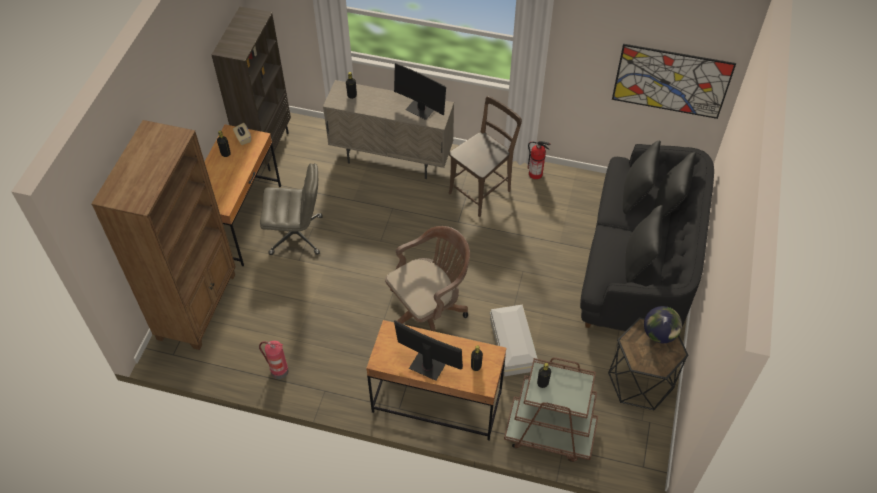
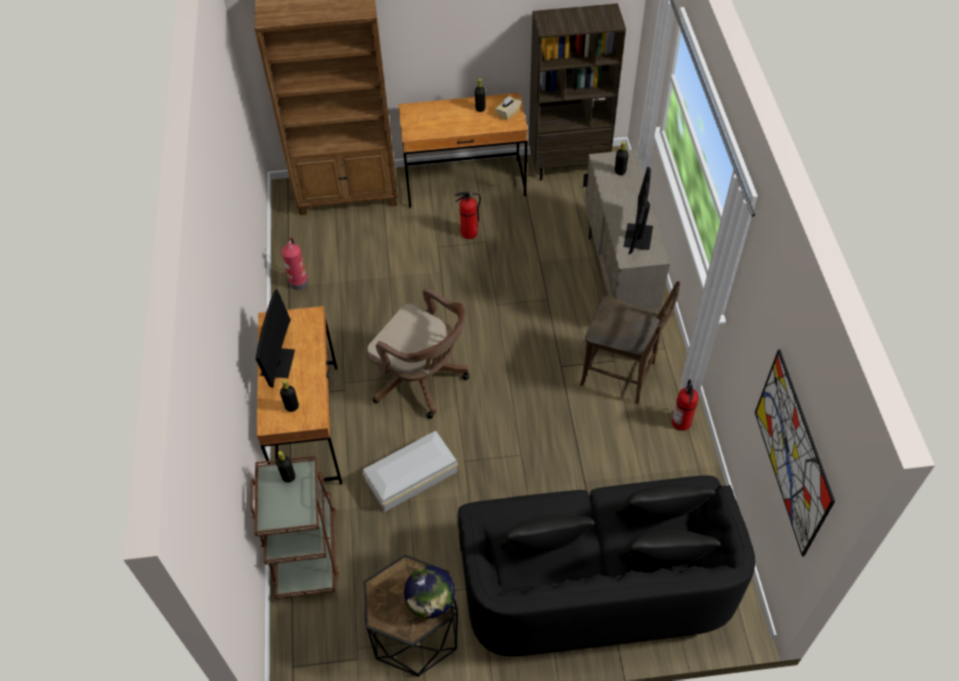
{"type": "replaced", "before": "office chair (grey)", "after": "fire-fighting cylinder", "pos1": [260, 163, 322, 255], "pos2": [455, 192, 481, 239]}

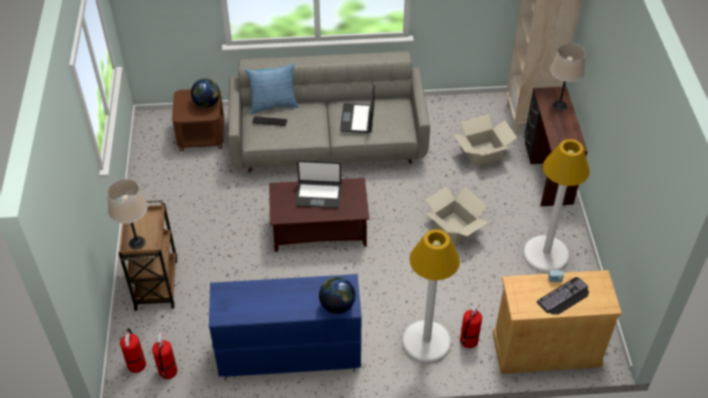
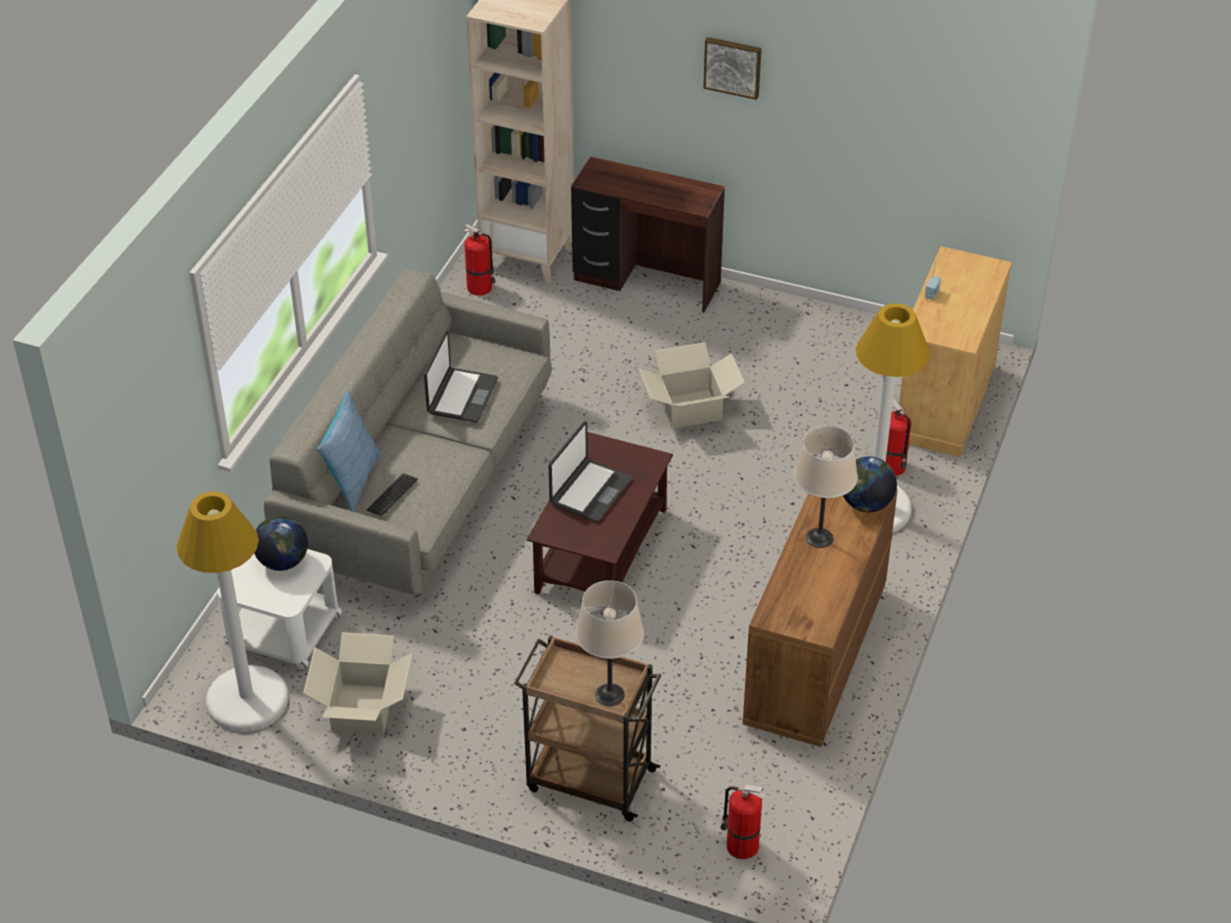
{"type": "moved", "before": "standard lamp (whitish)", "pos1": [523, 139, 590, 273], "pos2": [177, 491, 289, 732]}
{"type": "recoloured", "before": "end table (brown)", "after": "end table (whitish)", "pos1": [172, 89, 224, 151], "pos2": [218, 549, 342, 670]}
{"type": "moved", "before": "packing box", "pos1": [454, 114, 517, 167], "pos2": [303, 632, 412, 734]}
{"type": "turned", "before": "laptop", "pos1": [340, 84, 375, 133], "pos2": [424, 330, 498, 422], "turn": -105}
{"type": "moved", "before": "fire-fighting cylinder", "pos1": [152, 333, 177, 379], "pos2": [463, 224, 496, 296]}
{"type": "added", "after": "wall picture", "pos2": [703, 37, 761, 100]}
{"type": "recoloured", "before": "drawer chest (blue)", "after": "drawer chest (brown)", "pos1": [209, 274, 362, 377], "pos2": [742, 489, 898, 747]}
{"type": "moved", "before": "table lamp (sand-coloured)", "pos1": [550, 43, 585, 111], "pos2": [794, 426, 858, 548]}
{"type": "removed", "before": "keyboard", "pos1": [537, 277, 589, 315]}

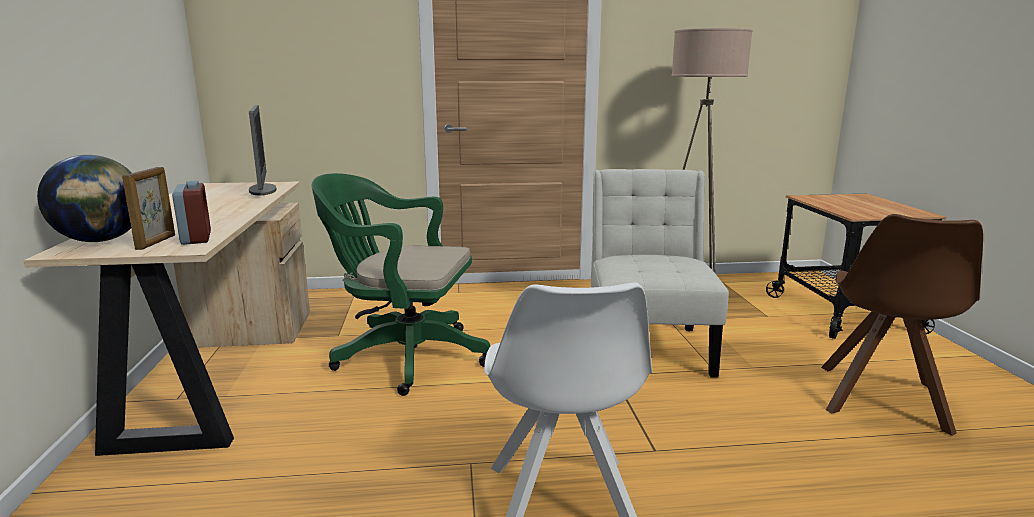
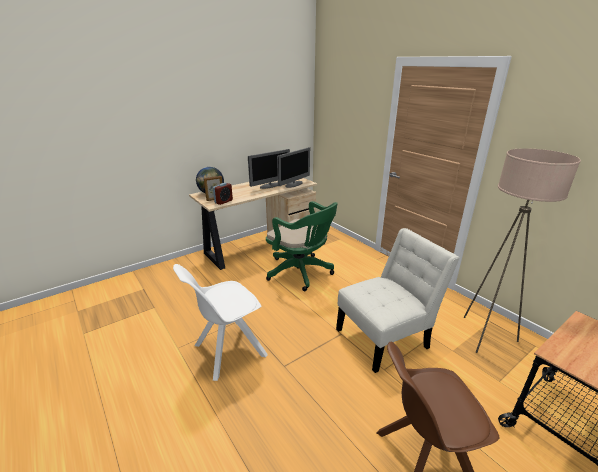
{"type": "added", "after": "computer display", "pos2": [248, 149, 290, 189]}
{"type": "turned", "before": "office chair (green)", "pos1": [311, 173, 490, 396], "pos2": [266, 201, 338, 291], "turn": 150}

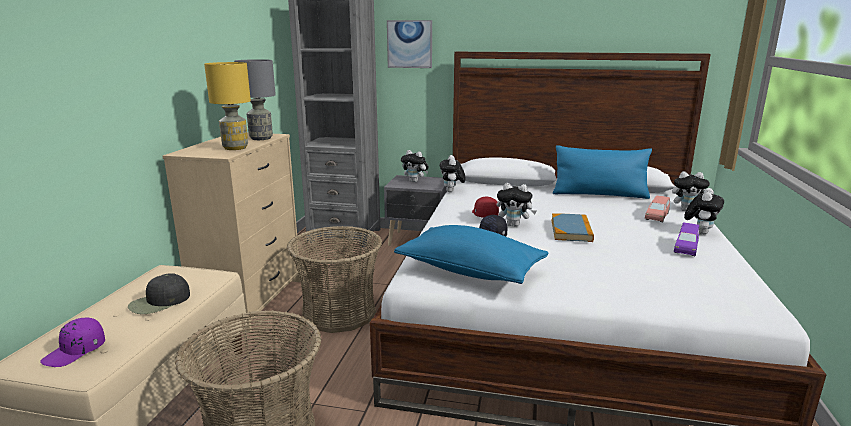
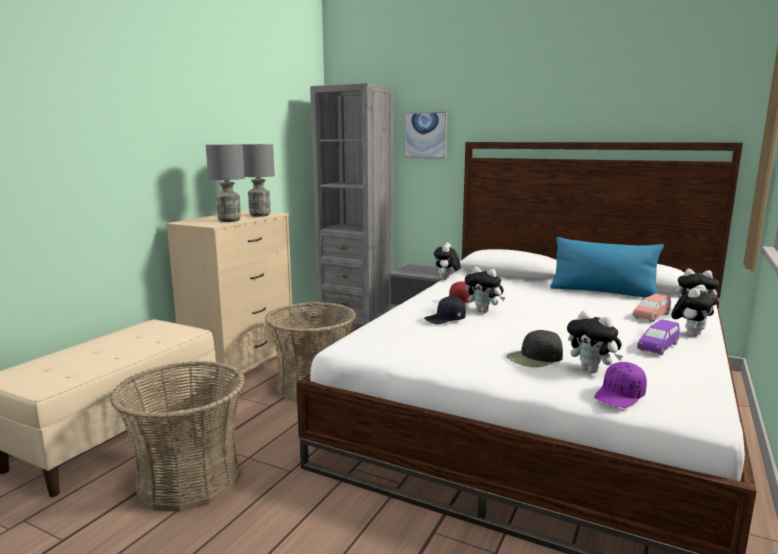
{"type": "recoloured", "before": "table lamp (yellow)", "after": "table lamp (grey)", "pos1": [204, 62, 251, 150], "pos2": [206, 144, 245, 222]}
{"type": "moved", "before": "baseball cap (blackish)", "pos1": [128, 273, 190, 314], "pos2": [506, 330, 563, 367]}
{"type": "moved", "before": "soft toy", "pos1": [401, 150, 429, 182], "pos2": [567, 311, 623, 373]}
{"type": "moved", "before": "baseball cap (purple-coloured)", "pos1": [40, 318, 105, 367], "pos2": [594, 362, 647, 408]}
{"type": "removed", "before": "pillow (blue)", "pos1": [394, 225, 549, 284]}
{"type": "removed", "before": "book", "pos1": [551, 213, 594, 242]}

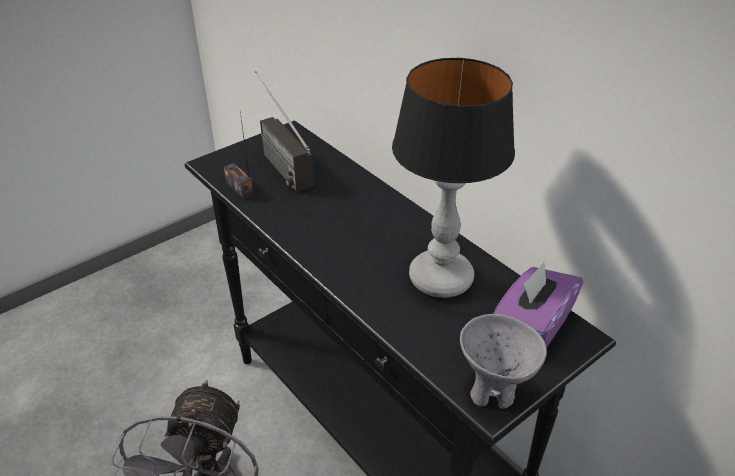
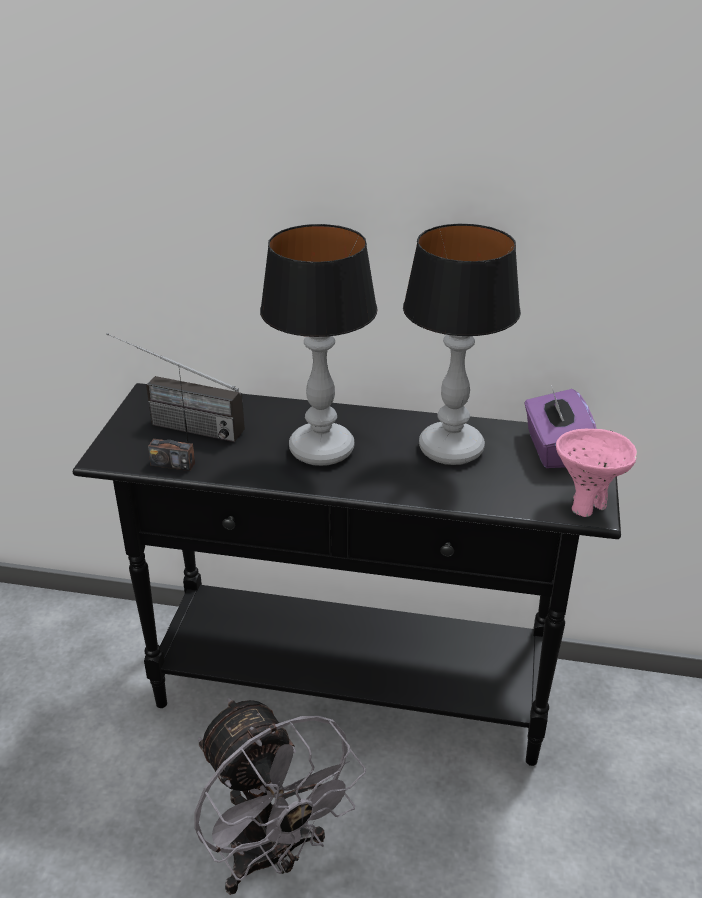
{"type": "added", "after": "table lamp", "pos2": [260, 224, 378, 466]}
{"type": "recoloured", "before": "deep dish (grey)", "after": "deep dish (pink-coloured)", "pos1": [460, 314, 547, 409], "pos2": [556, 429, 637, 517]}

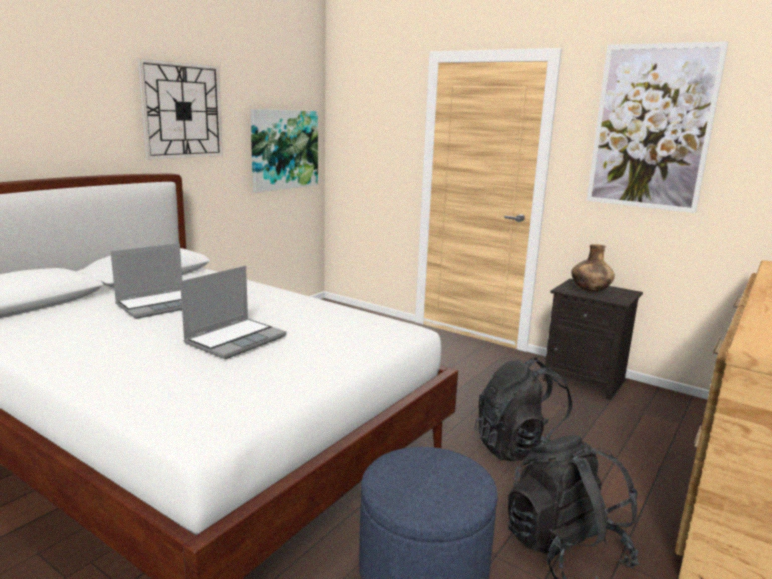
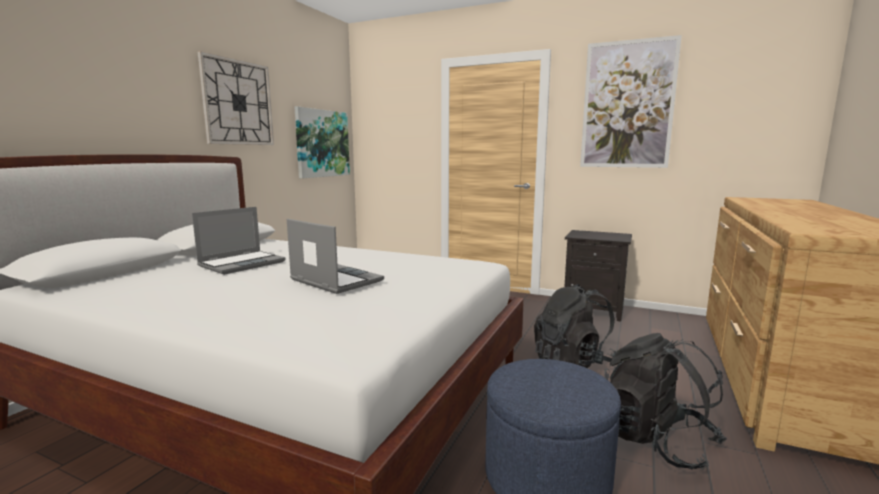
{"type": "turned", "before": "laptop", "pos1": [180, 266, 286, 359], "pos2": [287, 219, 384, 294], "turn": -75}
{"type": "removed", "before": "decorative vase (brown)", "pos1": [572, 244, 615, 292]}

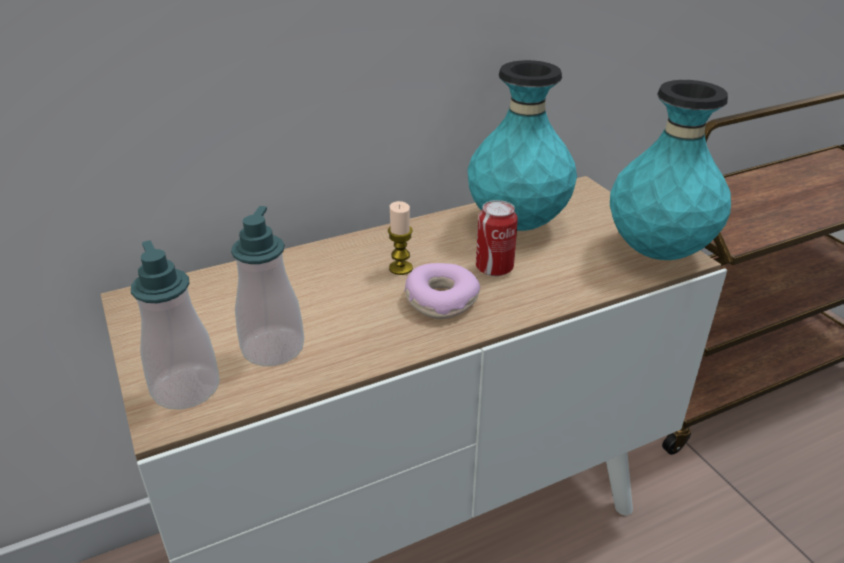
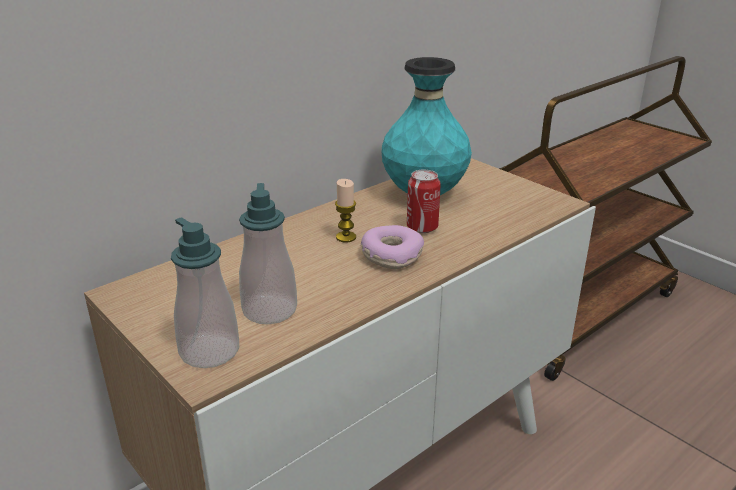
{"type": "removed", "before": "decorative vase (blue-green)", "pos1": [610, 80, 731, 260]}

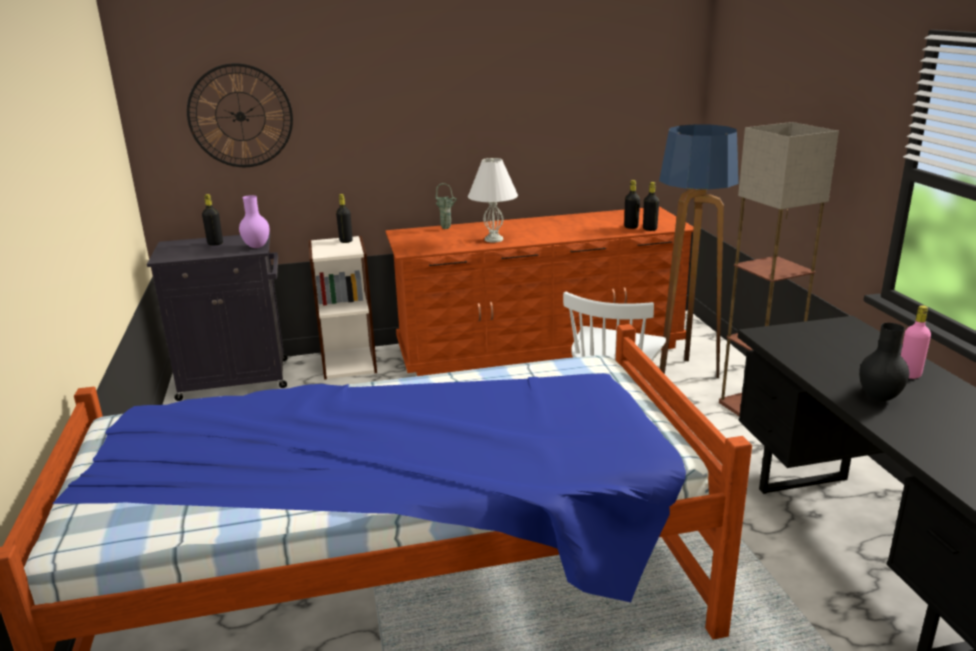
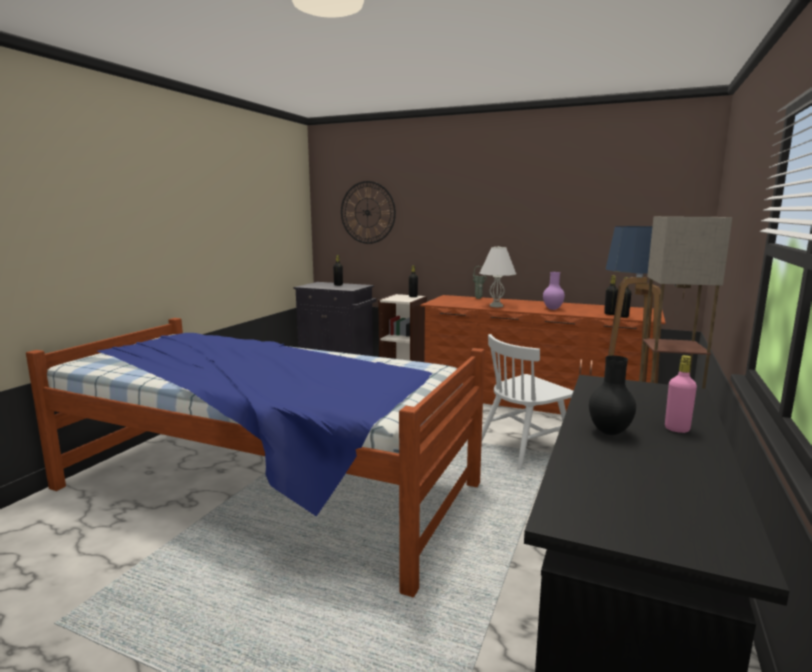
{"type": "moved", "before": "decorative vase (purple-coloured)", "pos1": [239, 195, 269, 248], "pos2": [543, 272, 565, 310]}

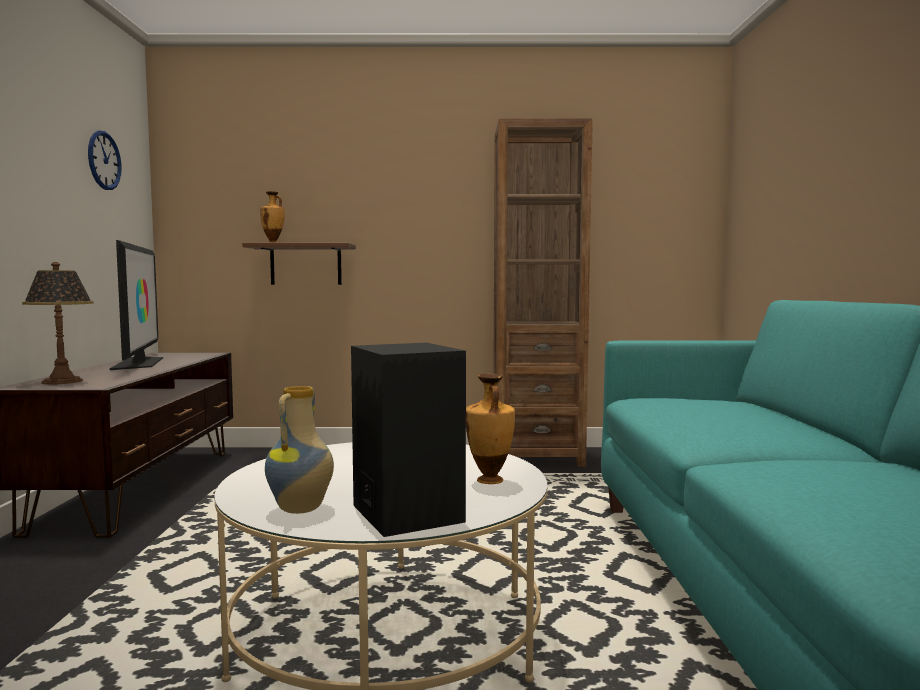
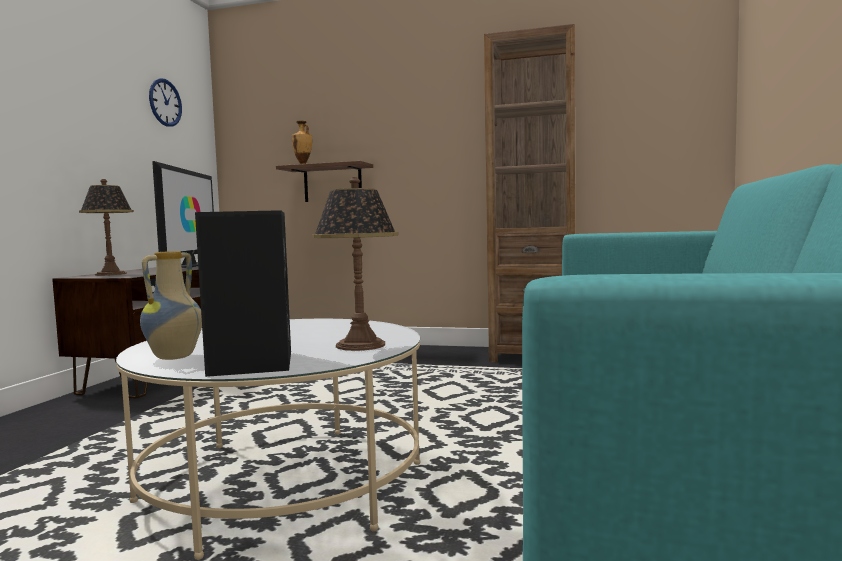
{"type": "replaced", "before": "decorative vase", "after": "table lamp", "pos1": [466, 374, 515, 484], "pos2": [312, 177, 398, 351]}

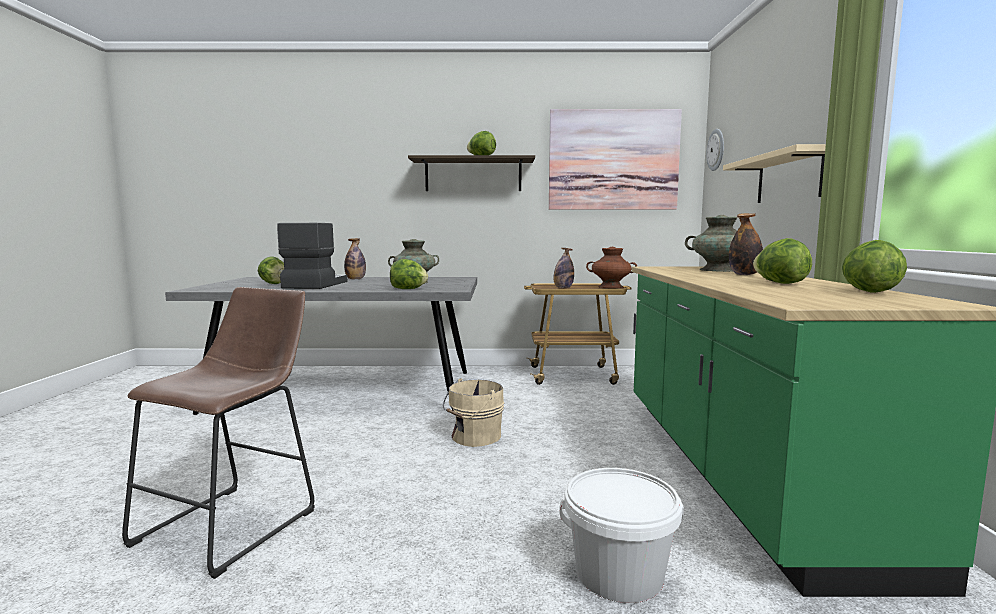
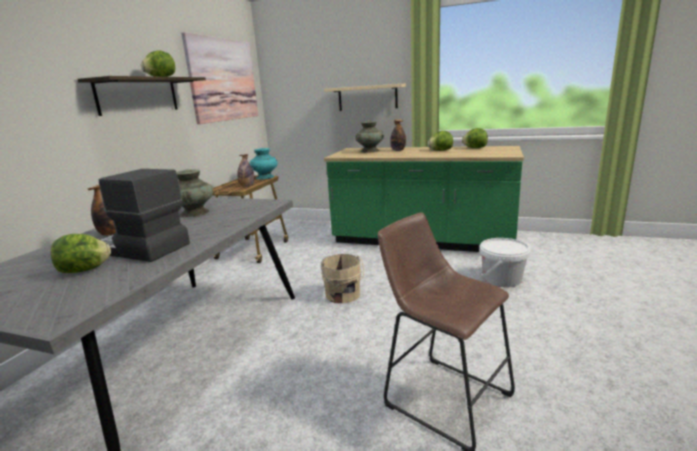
{"type": "recoloured", "before": "decorative vase (brown)", "after": "decorative vase (blue-green)", "pos1": [586, 247, 637, 288], "pos2": [249, 148, 278, 179]}
{"type": "removed", "before": "lettuce head", "pos1": [390, 259, 428, 289]}
{"type": "removed", "before": "wall clock", "pos1": [706, 129, 724, 171]}

